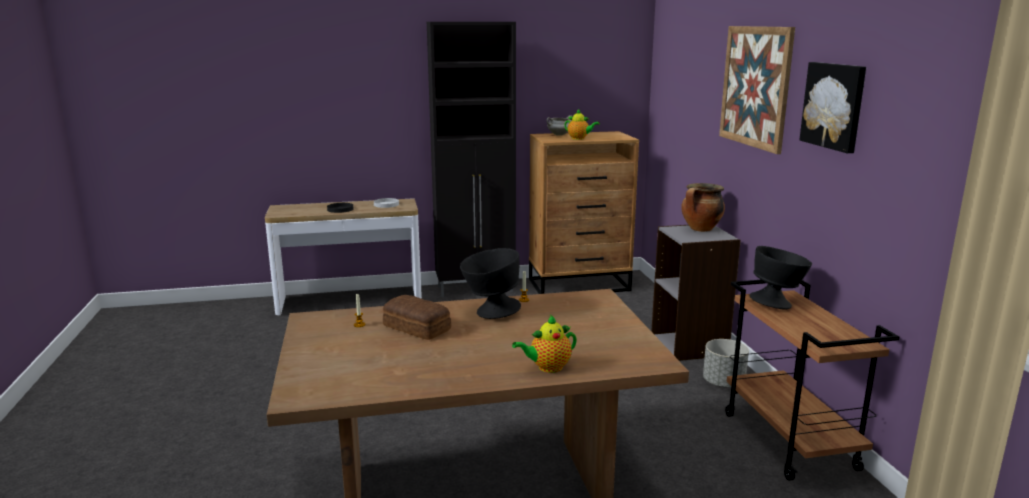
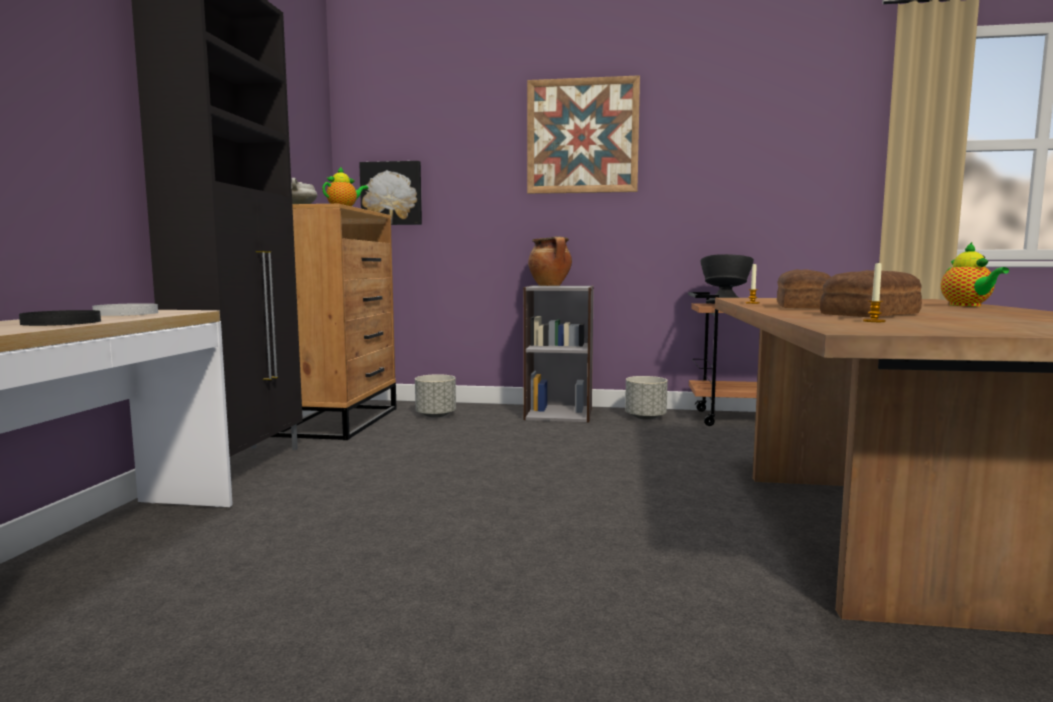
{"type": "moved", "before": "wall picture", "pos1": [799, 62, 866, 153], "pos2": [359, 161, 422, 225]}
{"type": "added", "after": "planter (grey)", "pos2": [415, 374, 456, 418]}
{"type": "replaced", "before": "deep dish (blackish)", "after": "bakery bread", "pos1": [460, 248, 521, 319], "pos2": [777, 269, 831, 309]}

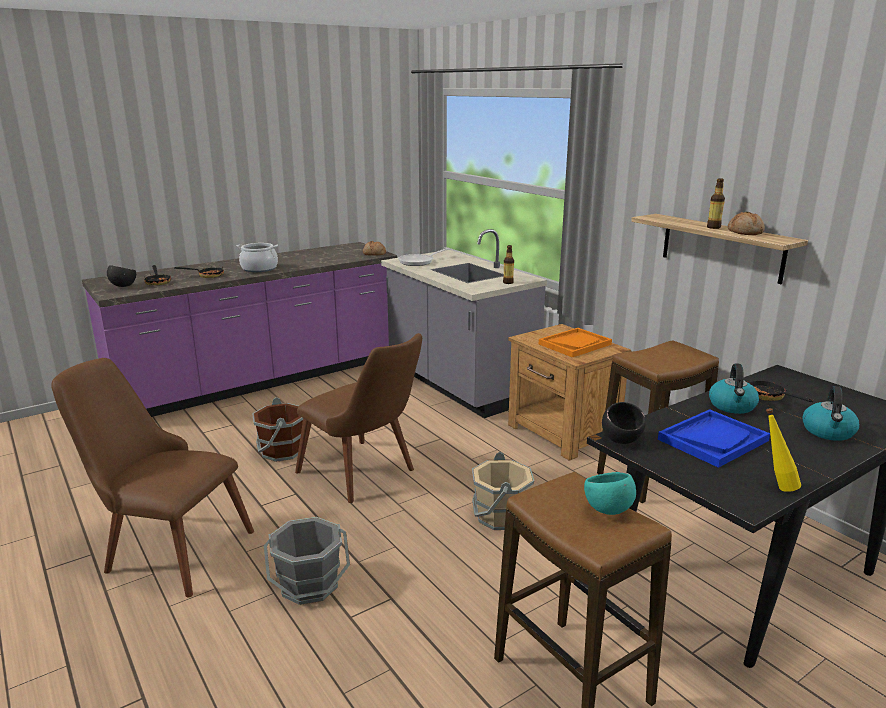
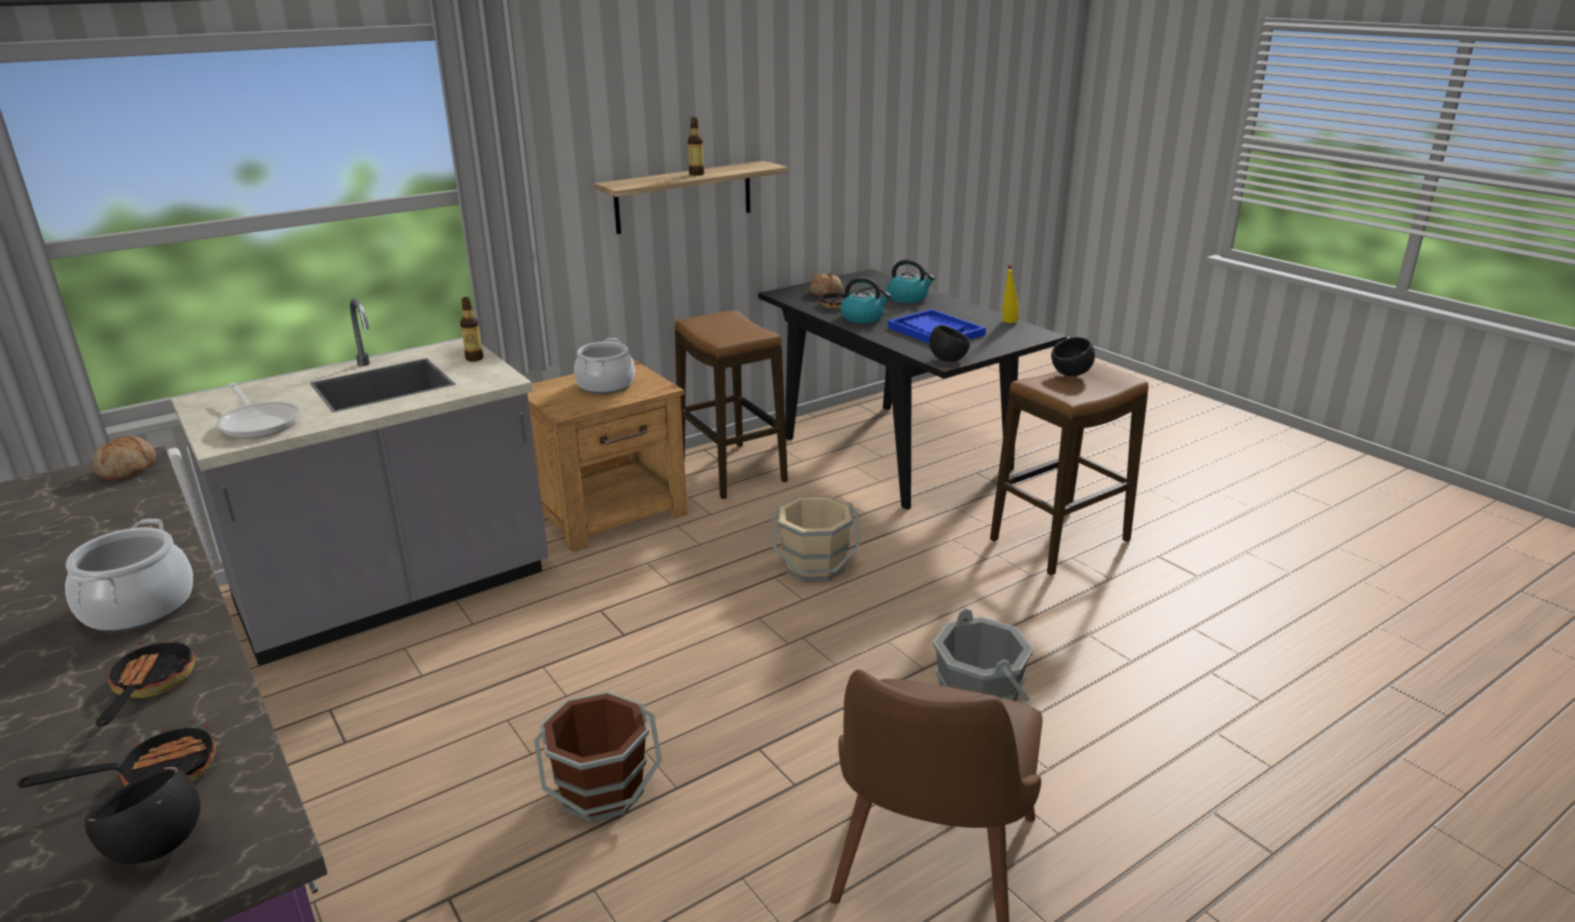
{"type": "replaced", "before": "tray (orangey)", "after": "saucepot", "pos1": [539, 328, 612, 357], "pos2": [574, 338, 635, 394]}
{"type": "moved", "before": "bakery bread", "pos1": [728, 212, 765, 235], "pos2": [809, 273, 843, 296]}
{"type": "recoloured", "before": "deep dish (blue-green)", "after": "deep dish (blackish)", "pos1": [584, 472, 636, 515], "pos2": [1051, 337, 1095, 376]}
{"type": "removed", "before": "chair (brown)", "pos1": [295, 333, 422, 503]}

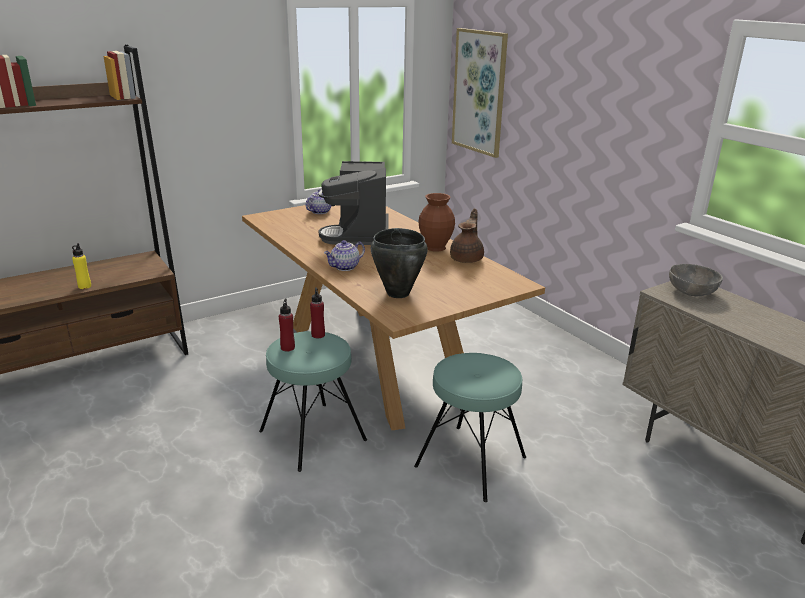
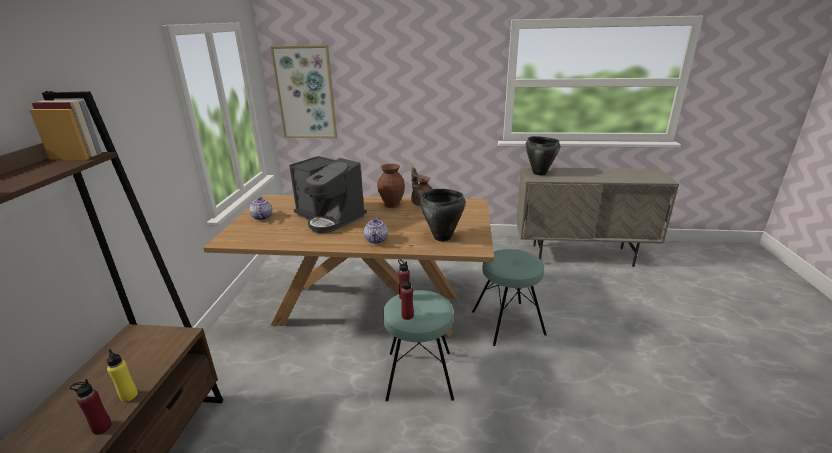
{"type": "added", "after": "beverage bottle (red-coloured)", "pos2": [70, 379, 112, 435]}
{"type": "replaced", "before": "deep dish (grey)", "after": "saucepot (blackish)", "pos1": [669, 264, 723, 296], "pos2": [525, 136, 560, 175]}

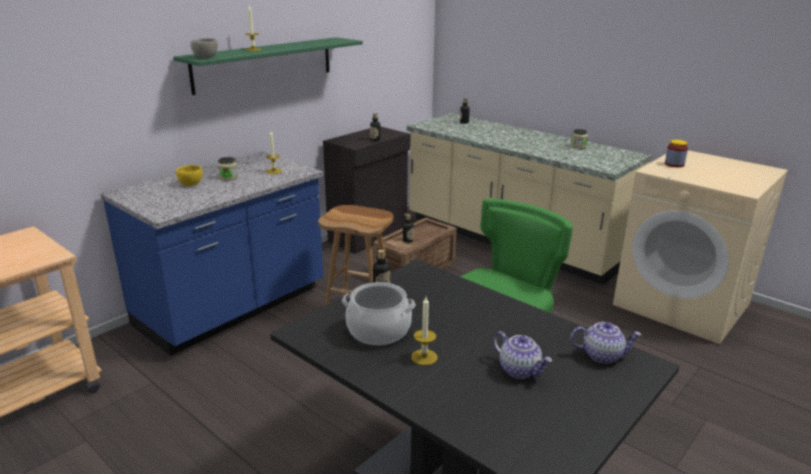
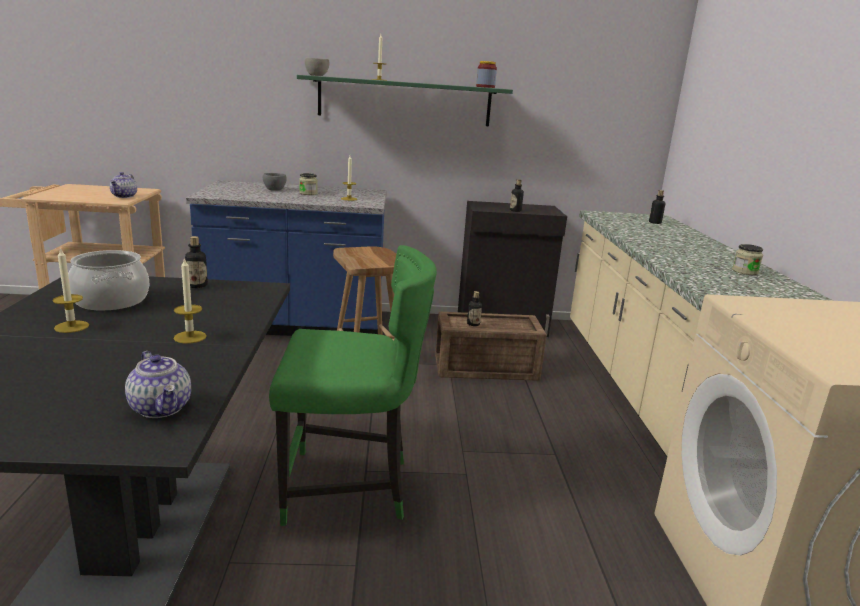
{"type": "moved", "before": "teapot", "pos1": [493, 331, 552, 379], "pos2": [110, 172, 137, 198]}
{"type": "added", "after": "wax light", "pos2": [174, 257, 207, 344]}
{"type": "recoloured", "before": "deep dish (yellow)", "after": "deep dish (grey)", "pos1": [176, 165, 203, 186], "pos2": [263, 173, 287, 191]}
{"type": "moved", "before": "preserve jar", "pos1": [665, 140, 688, 167], "pos2": [476, 61, 497, 88]}

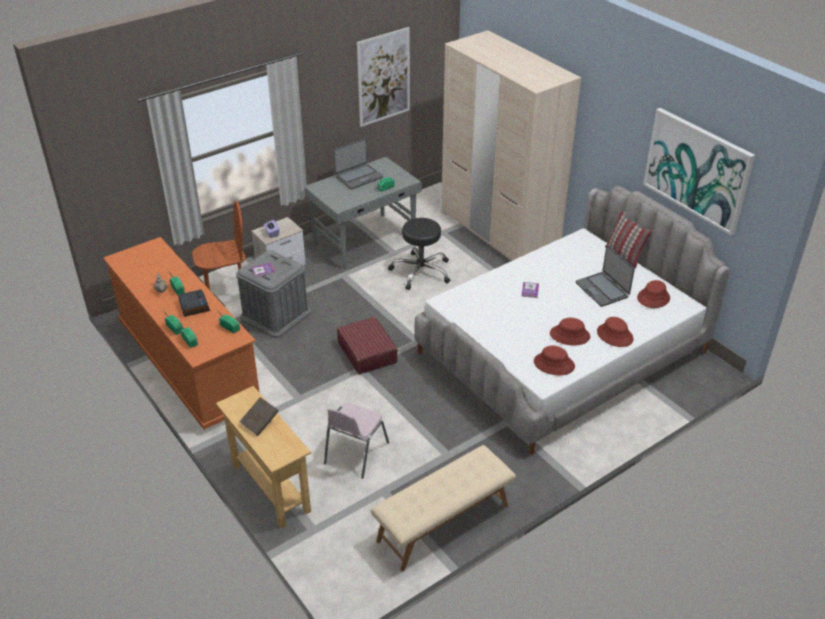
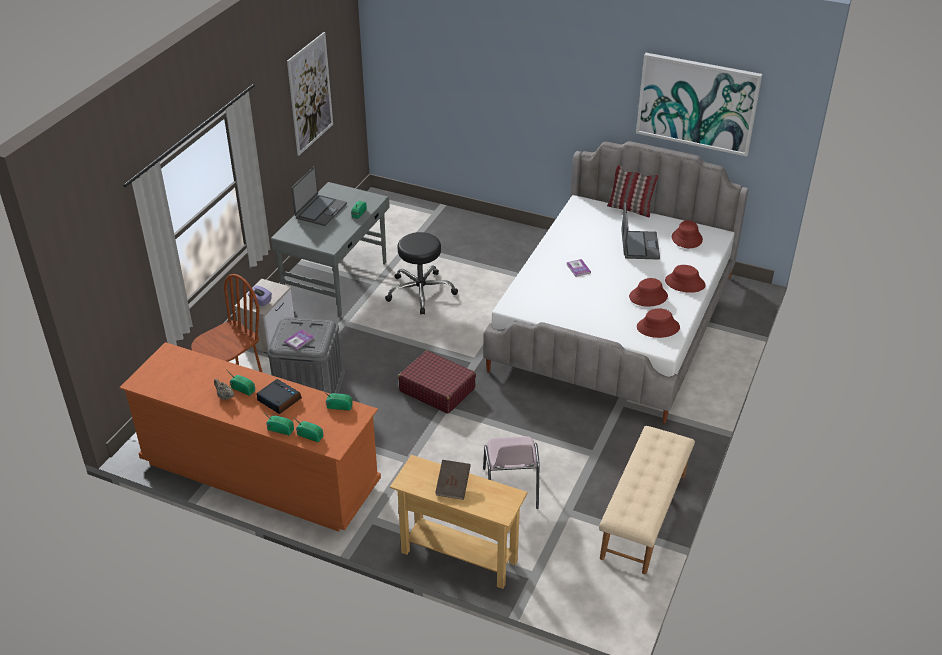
{"type": "turned", "before": "laptop", "pos1": [576, 245, 635, 307], "pos2": [621, 202, 660, 259], "turn": -120}
{"type": "removed", "before": "clothes cupboard (sand-coloured)", "pos1": [441, 30, 581, 261]}

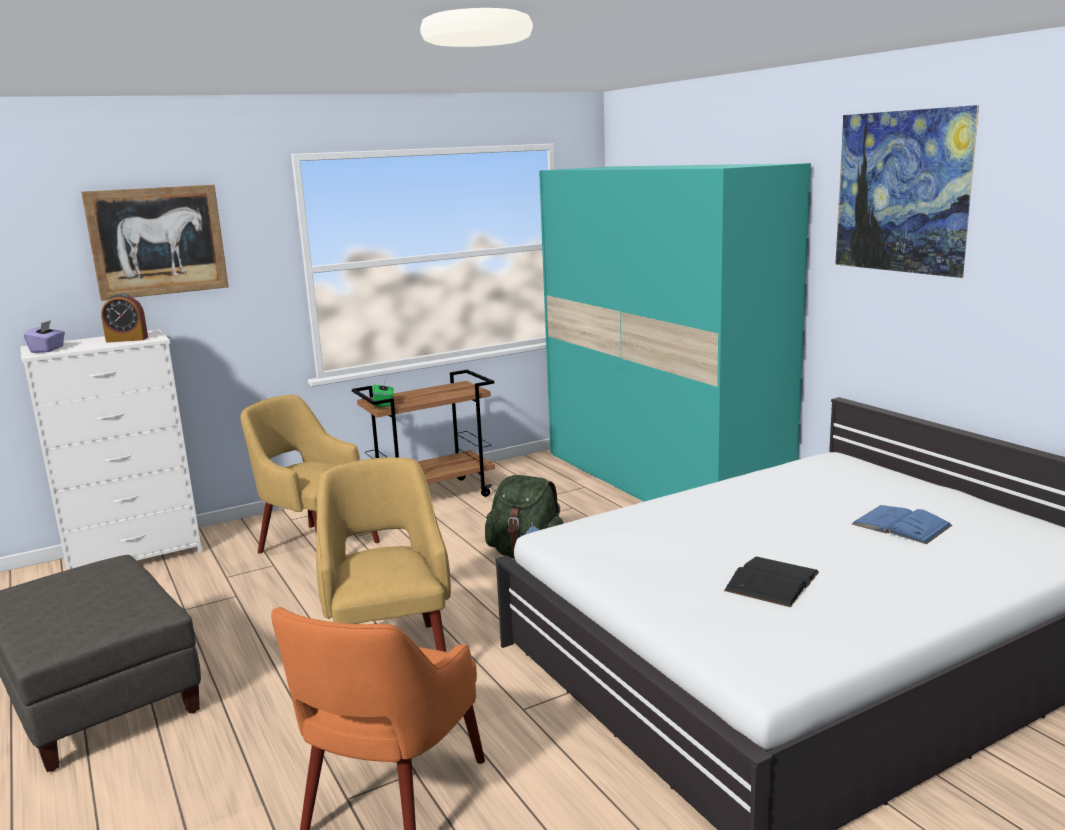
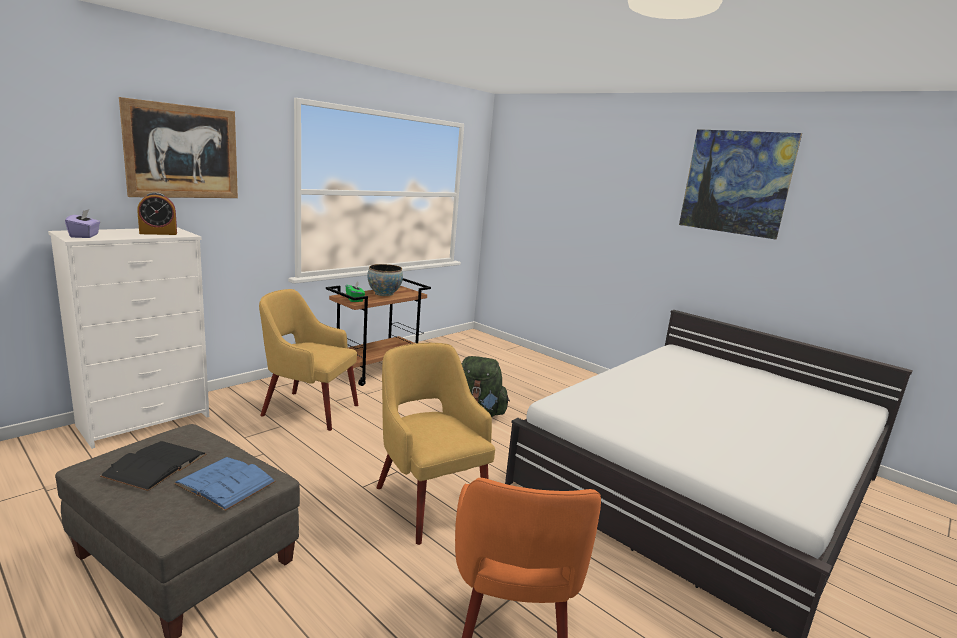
{"type": "moved", "before": "book (blackish)", "pos1": [724, 556, 819, 607], "pos2": [100, 441, 206, 491]}
{"type": "moved", "before": "book (blue)", "pos1": [852, 505, 952, 544], "pos2": [174, 457, 276, 511]}
{"type": "added", "after": "deep dish", "pos2": [367, 264, 403, 296]}
{"type": "removed", "before": "clothes cupboard (blue-green)", "pos1": [539, 163, 811, 502]}

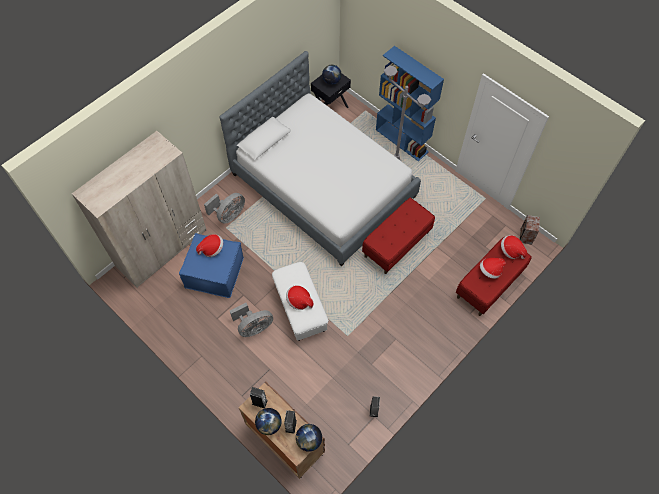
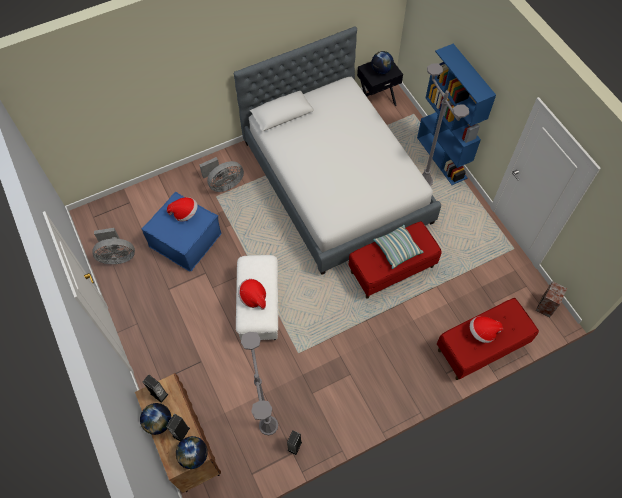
{"type": "moved", "before": "cooling fan (grey)", "pos1": [230, 303, 273, 337], "pos2": [92, 228, 135, 264]}
{"type": "added", "after": "standard lamp (grey)", "pos2": [241, 332, 278, 435]}
{"type": "added", "after": "pillow", "pos2": [373, 225, 423, 269]}
{"type": "removed", "before": "clothes cupboard (sand-coloured)", "pos1": [72, 131, 207, 288]}
{"type": "removed", "before": "clothing hat", "pos1": [501, 235, 527, 259]}

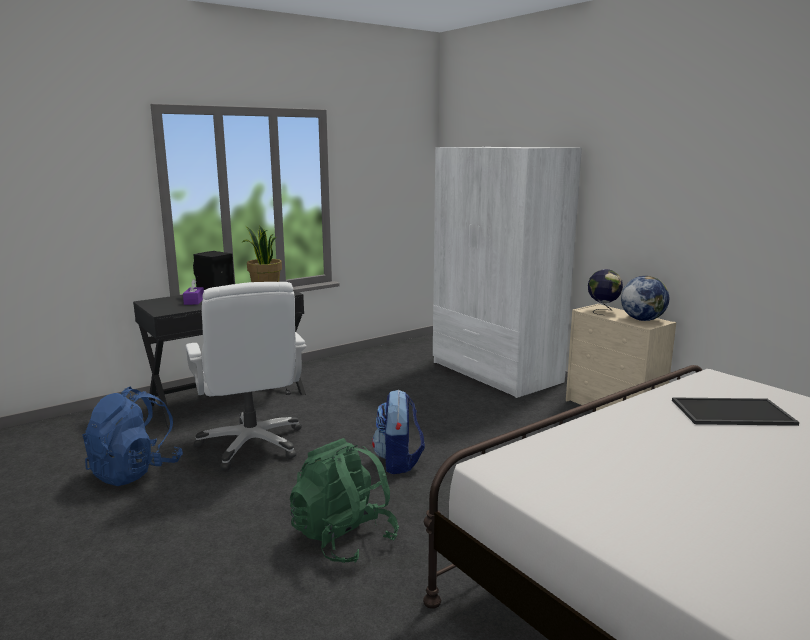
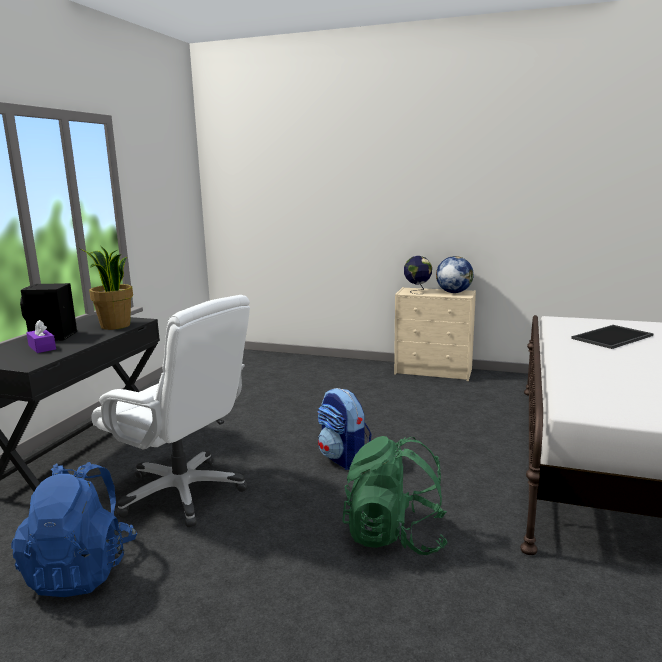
{"type": "removed", "before": "clothes cupboard (whitish)", "pos1": [433, 147, 582, 398]}

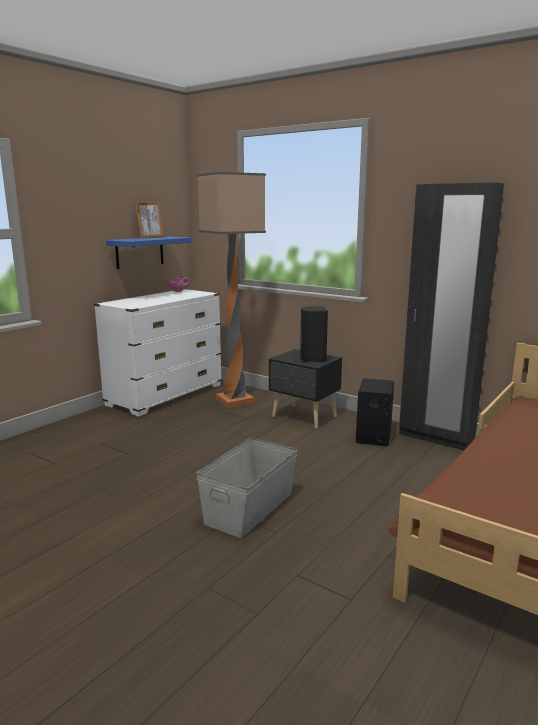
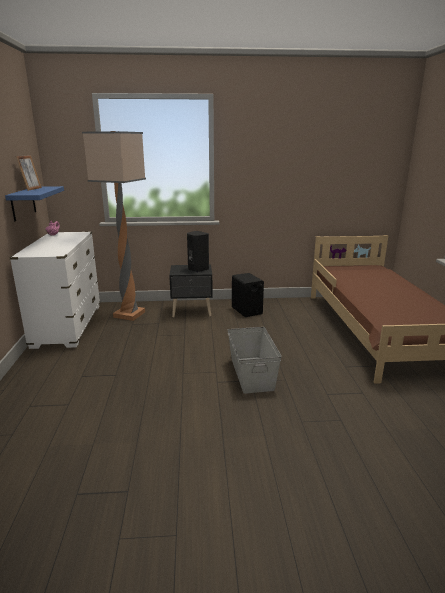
{"type": "removed", "before": "clothes cupboard (blackish)", "pos1": [399, 182, 504, 450]}

